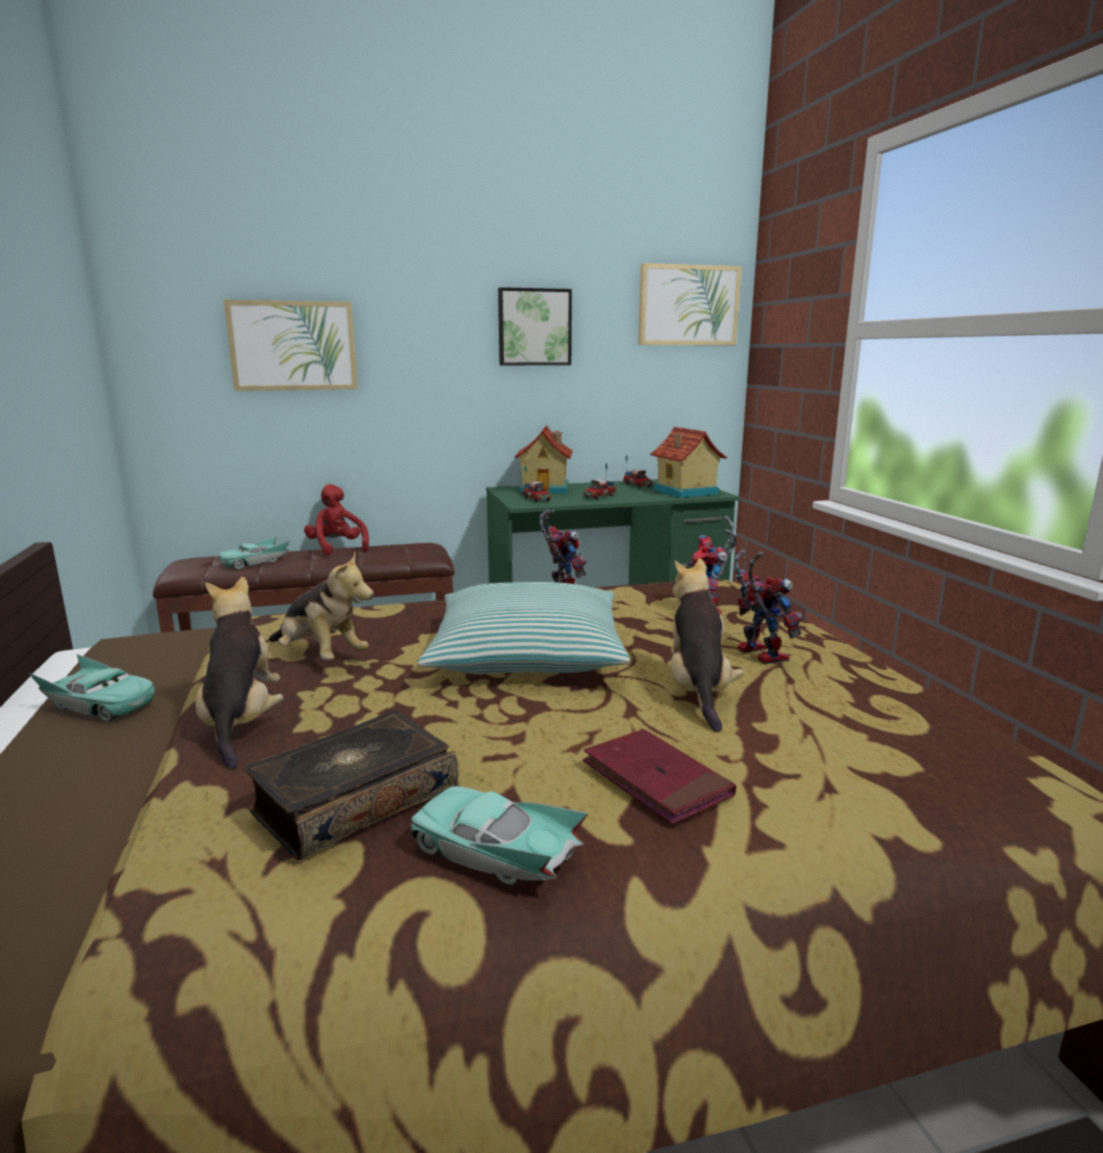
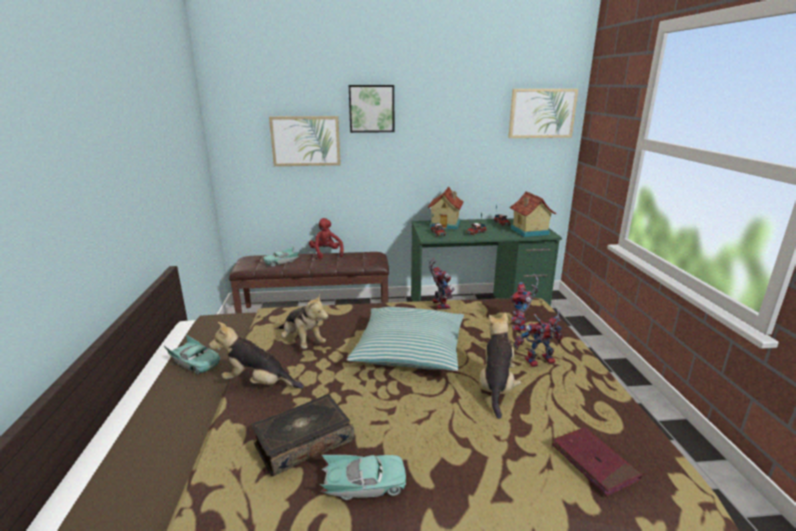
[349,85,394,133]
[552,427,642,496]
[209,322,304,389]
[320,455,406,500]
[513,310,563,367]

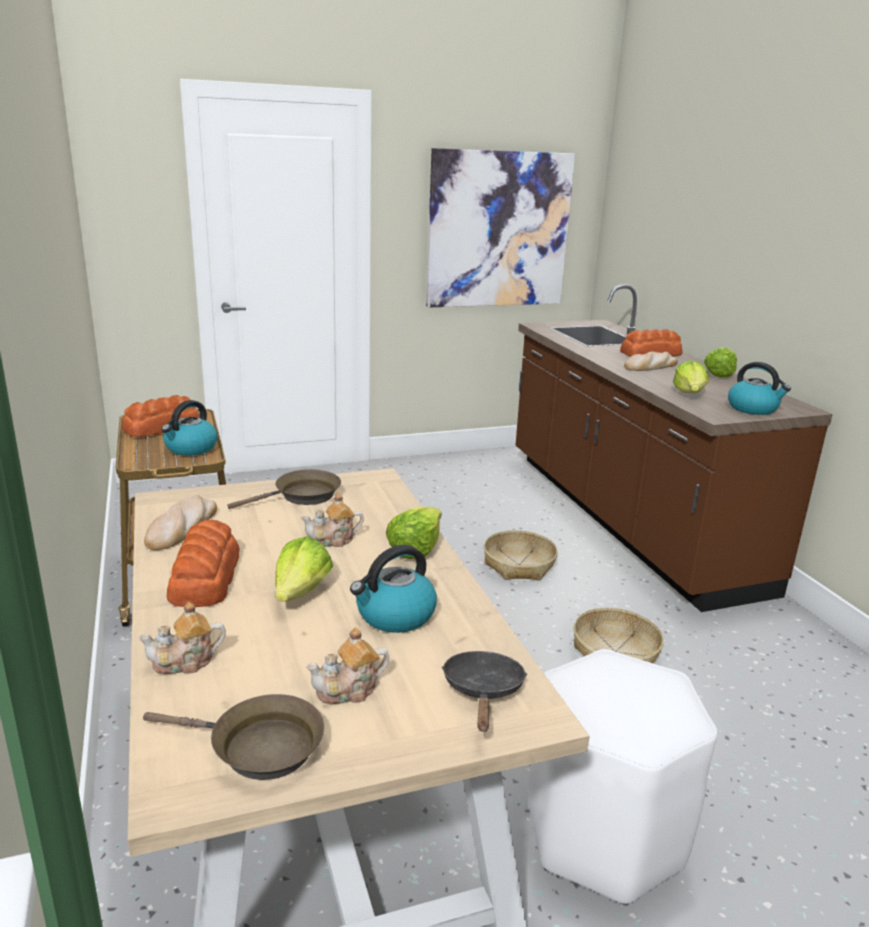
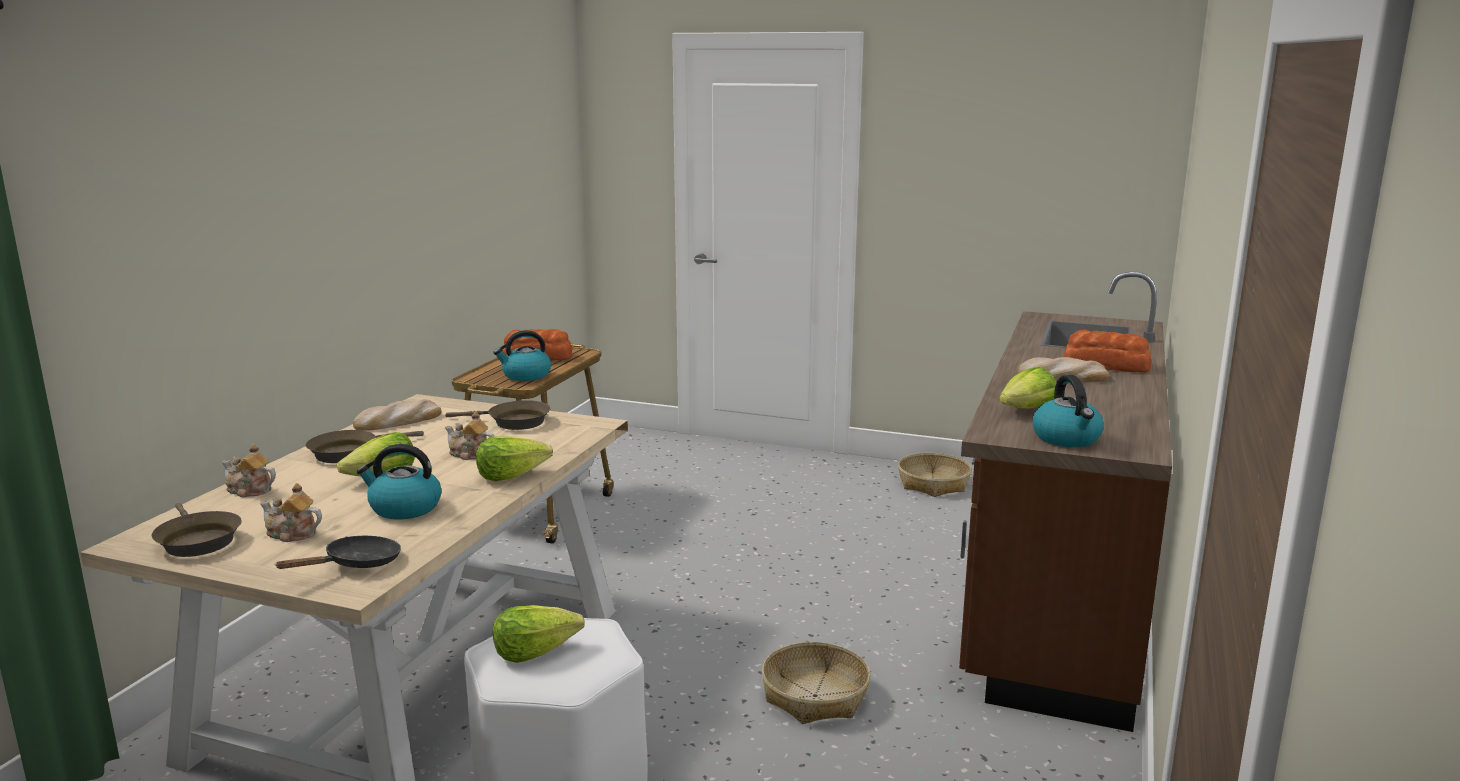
[426,148,575,308] (first image)
[898,453,972,497]
[493,605,585,663]
[305,430,424,463]

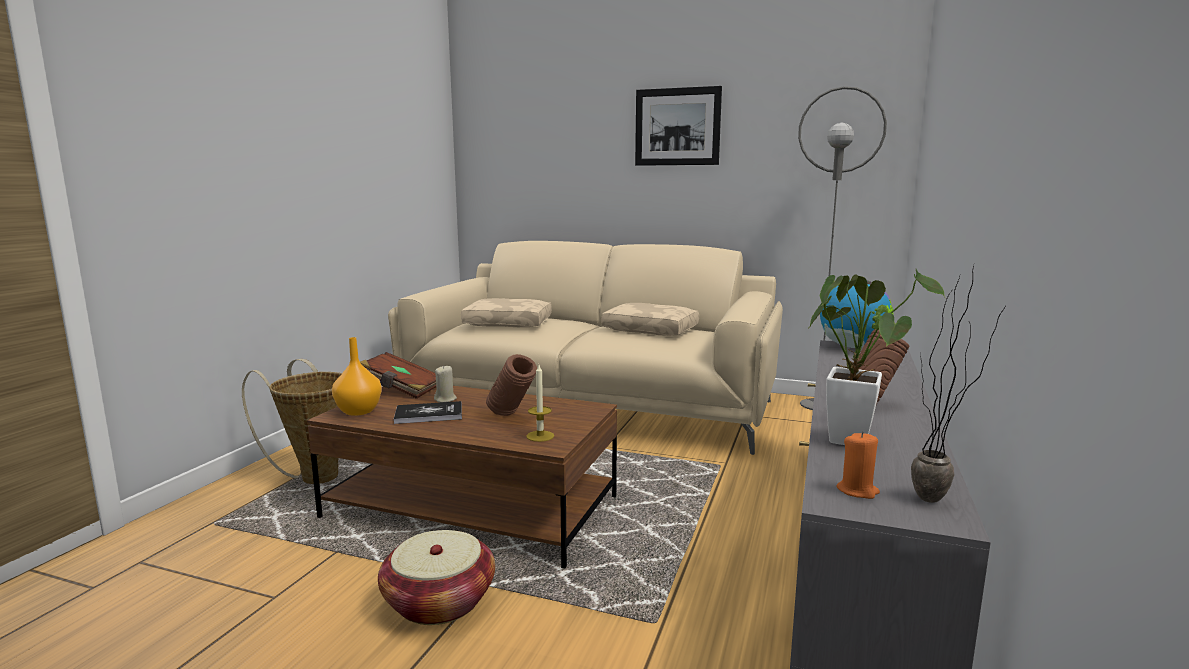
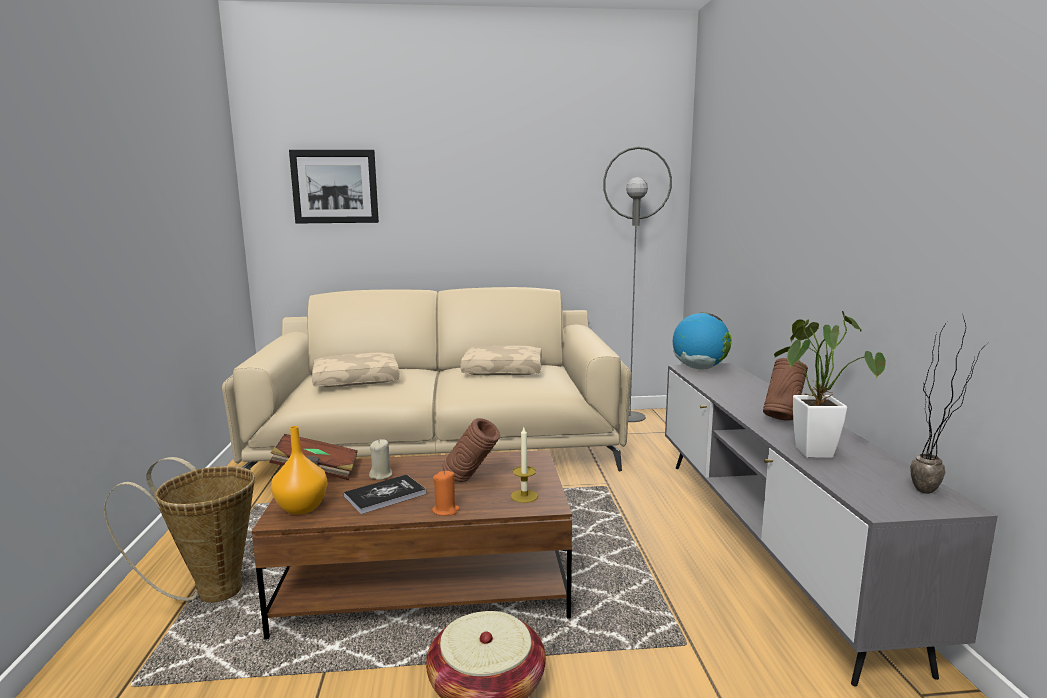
[289,150,379,224]
[432,470,460,516]

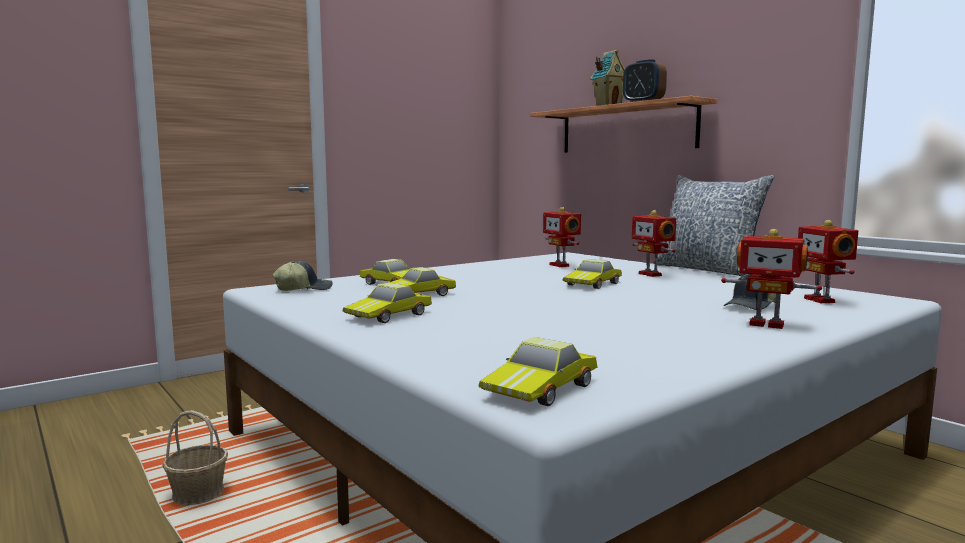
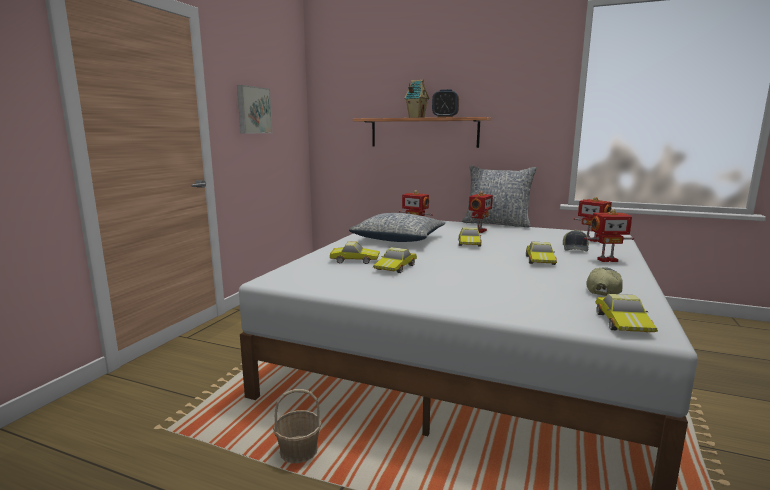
[237,85,272,133]
[349,213,446,242]
[586,267,623,296]
[526,242,557,265]
[469,191,493,233]

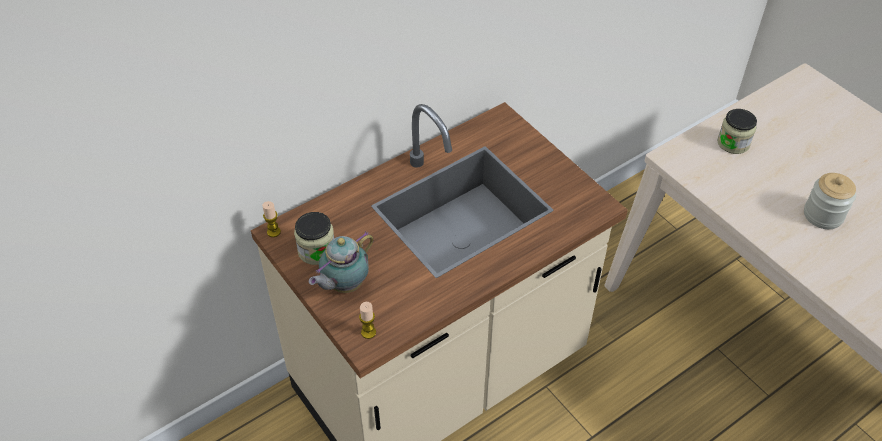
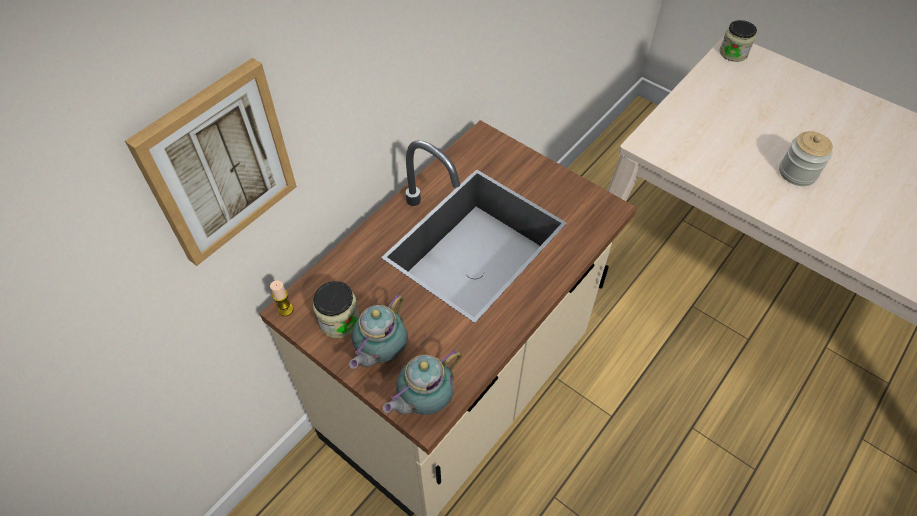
[125,58,297,266]
[719,20,757,62]
[383,349,462,415]

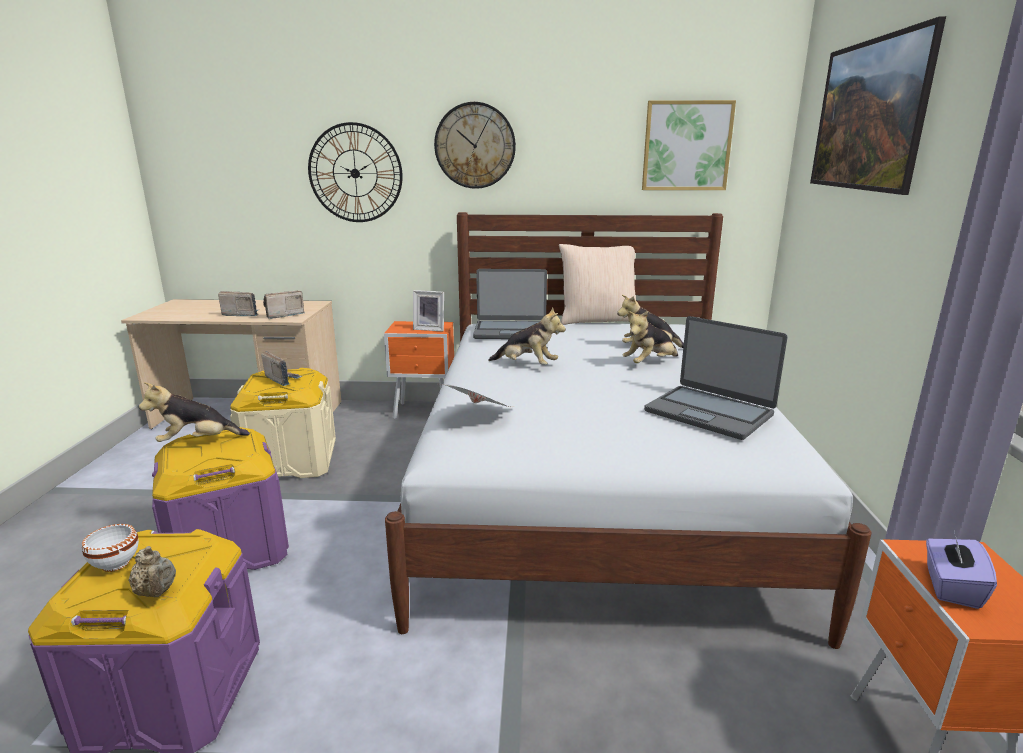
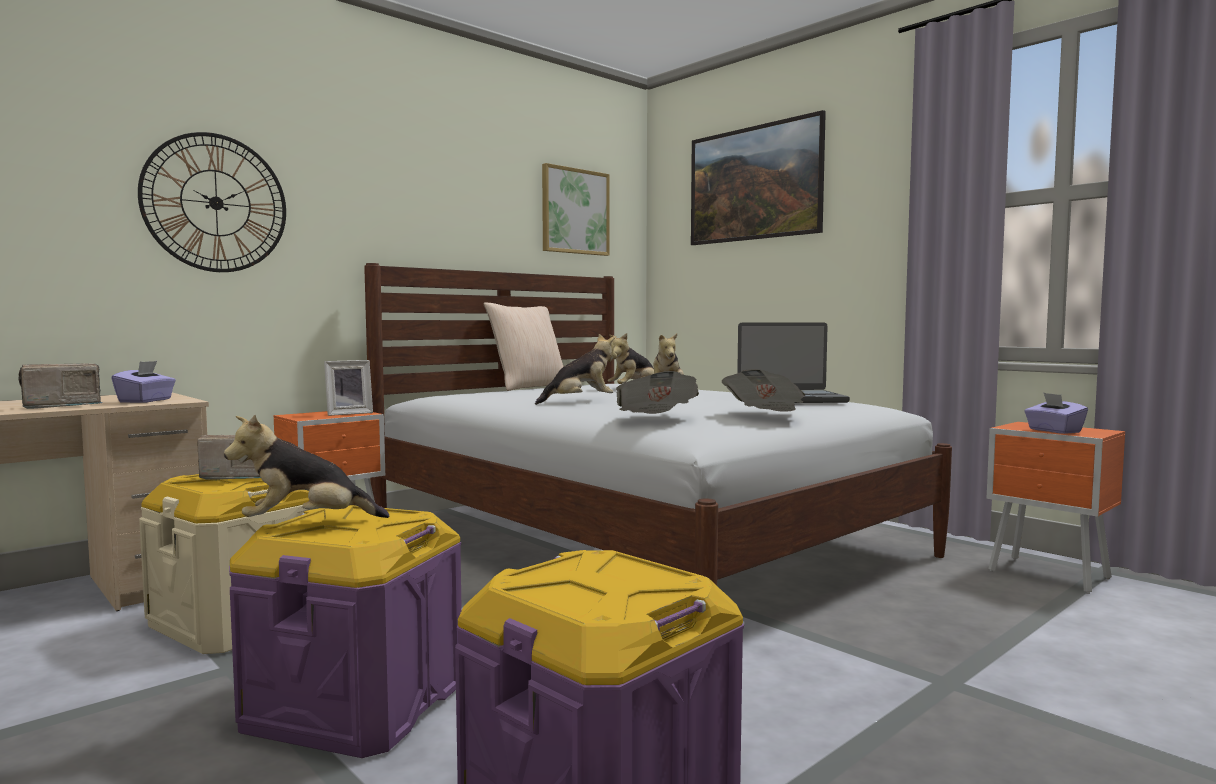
[82,524,139,572] (first image)
[128,546,176,597] (first image)
[434,102,516,189] (first image)
[473,269,547,339] (first image)
[722,369,805,412]
[112,361,176,403]
[224,415,389,518]

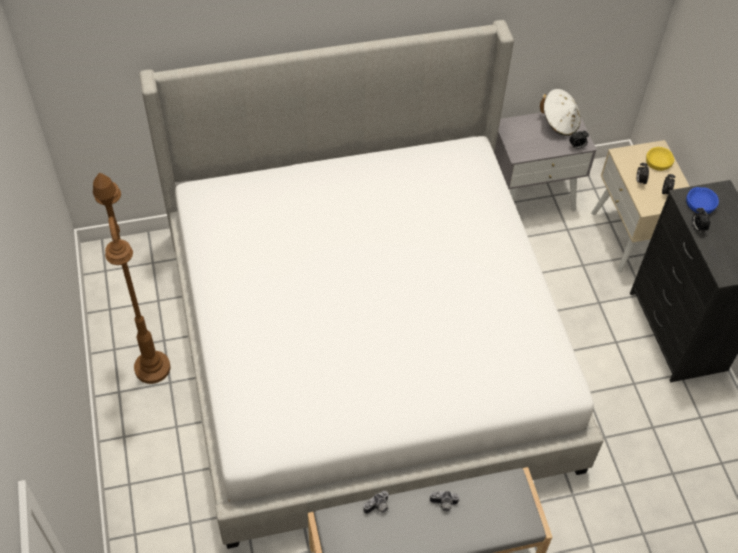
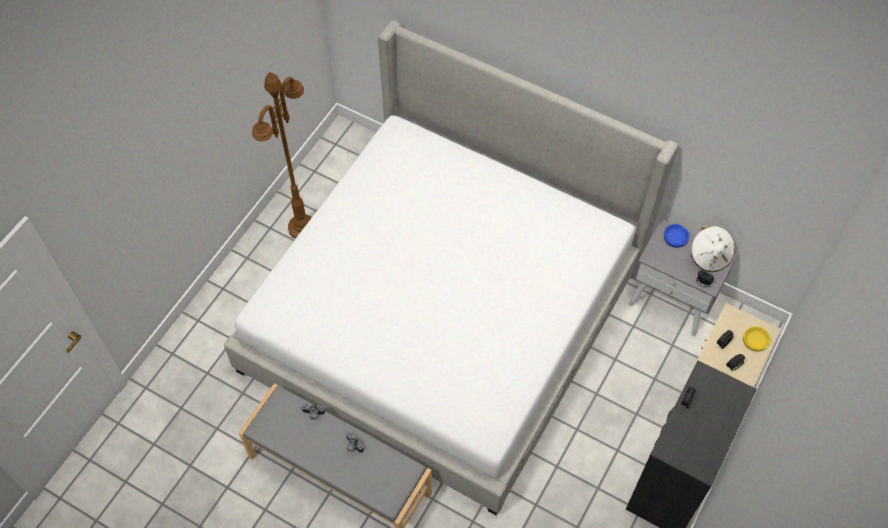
[664,224,689,248]

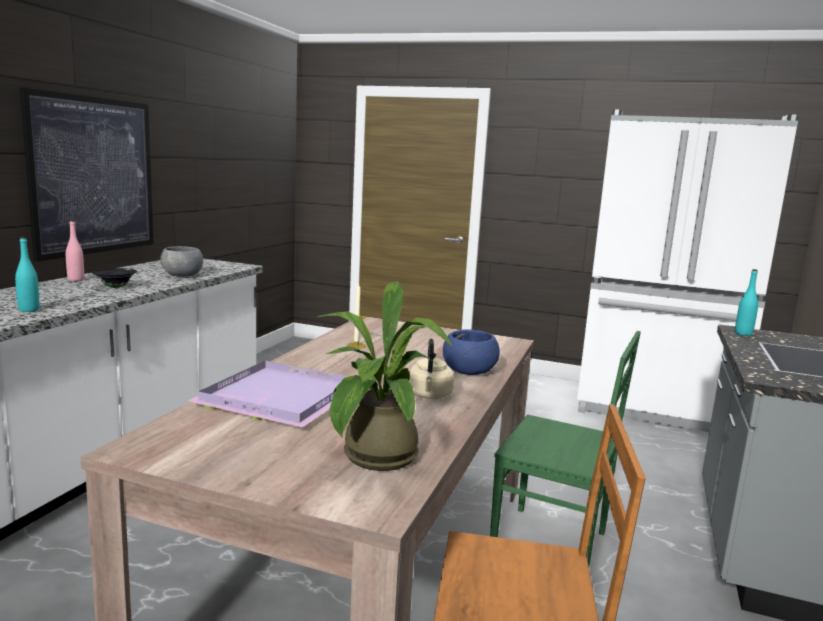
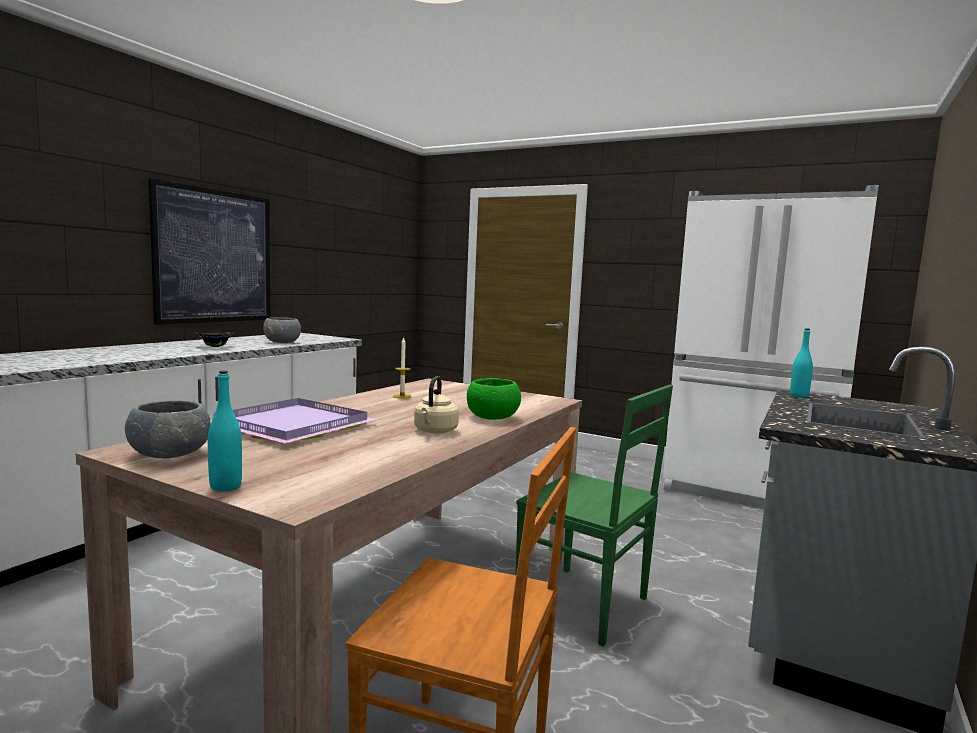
[66,220,84,281] (first image)
[317,281,452,471] (first image)
[125,401,211,458]
[208,371,242,491]
[467,378,521,420]

